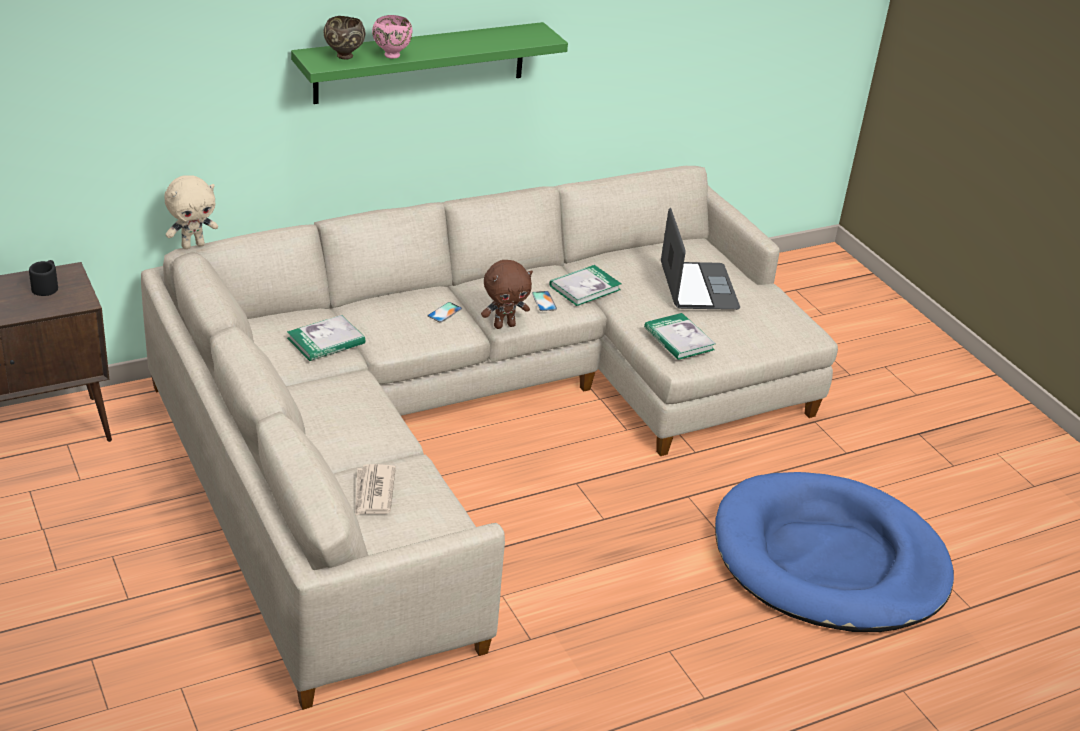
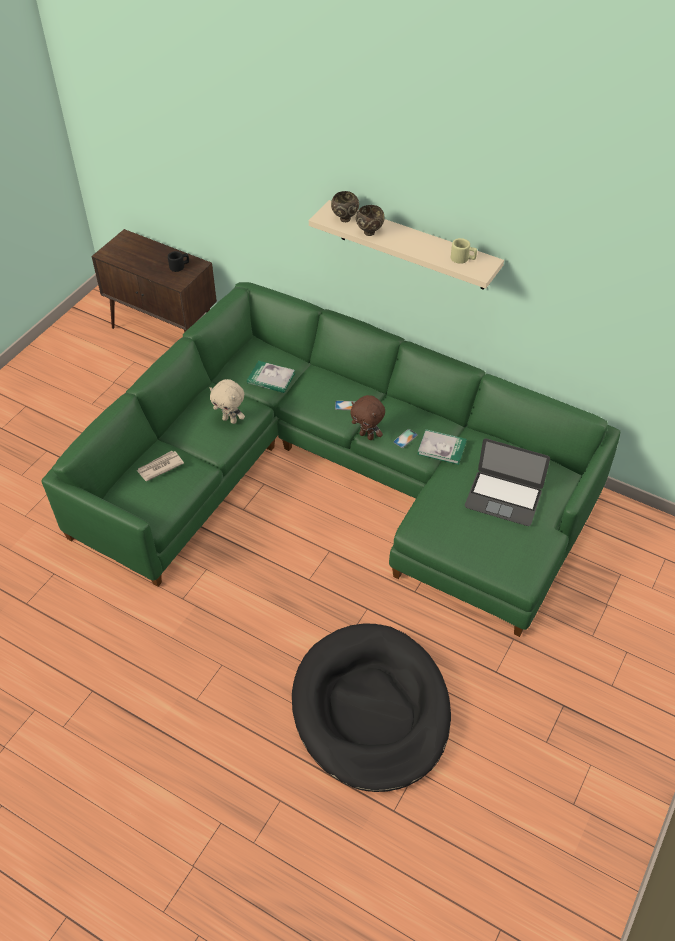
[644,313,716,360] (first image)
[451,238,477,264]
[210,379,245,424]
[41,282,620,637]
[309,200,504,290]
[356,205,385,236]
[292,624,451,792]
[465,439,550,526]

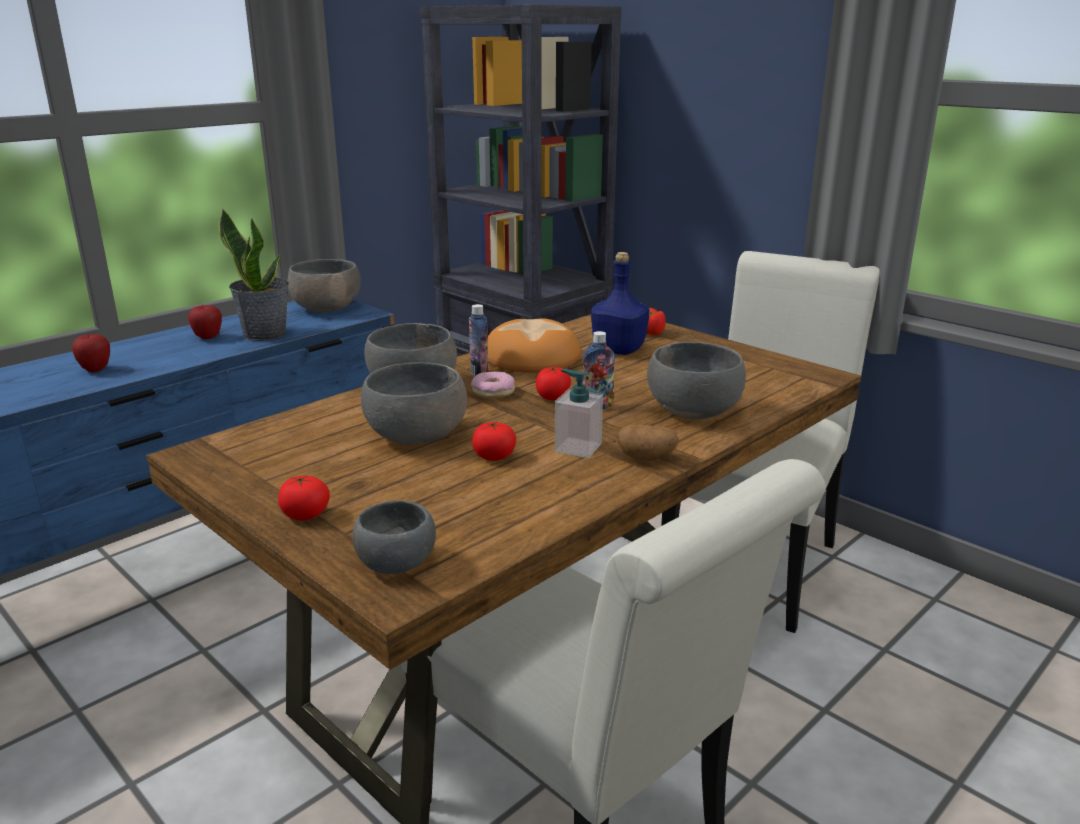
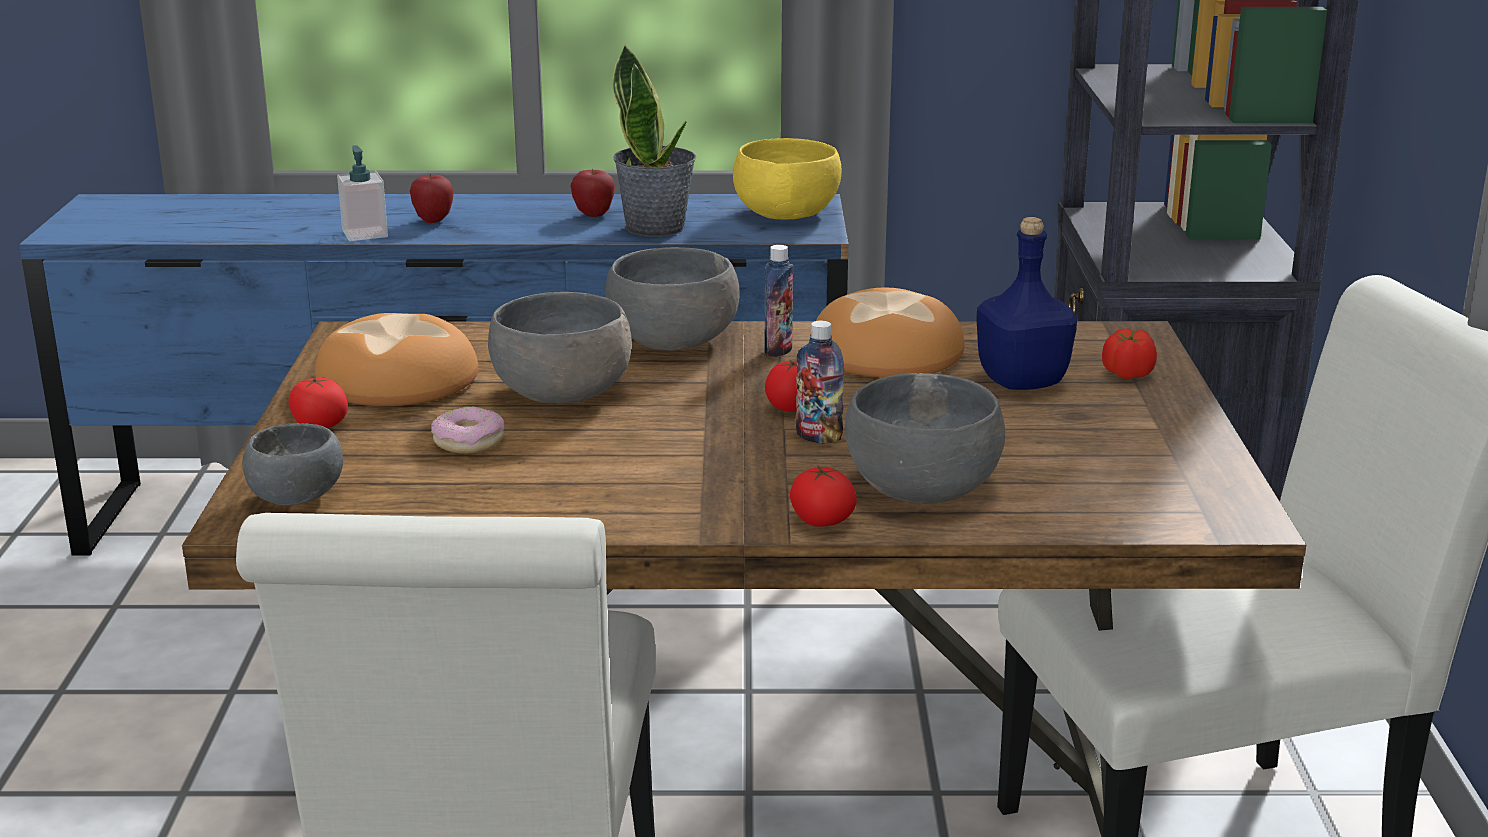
[617,425,679,461] (first image)
[315,313,478,406]
[431,406,504,454]
[790,466,857,527]
[337,145,388,241]
[733,138,842,219]

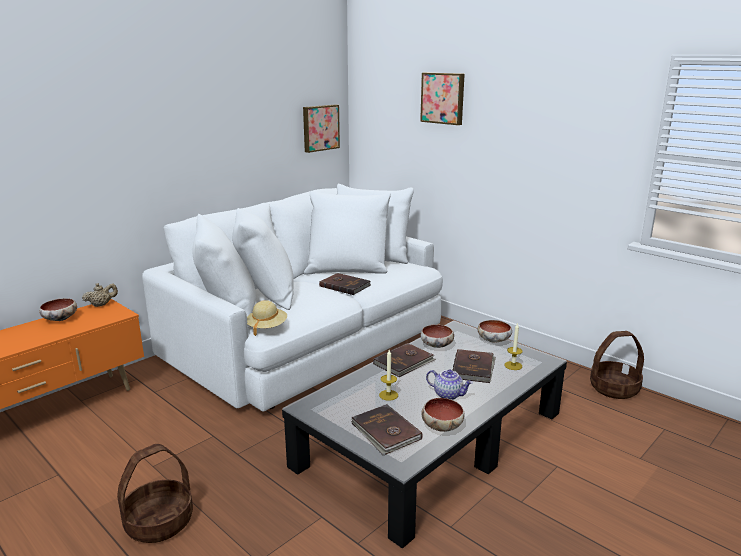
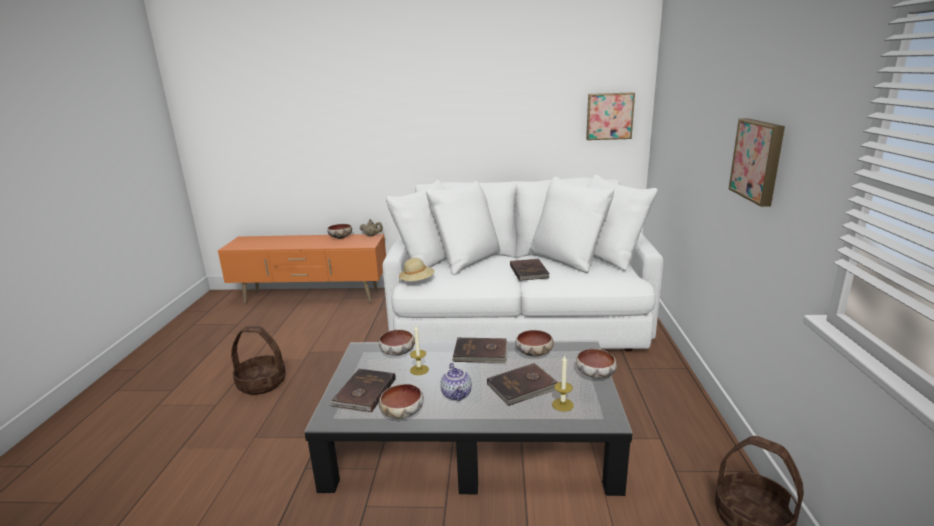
[379,330,415,356]
[729,118,785,207]

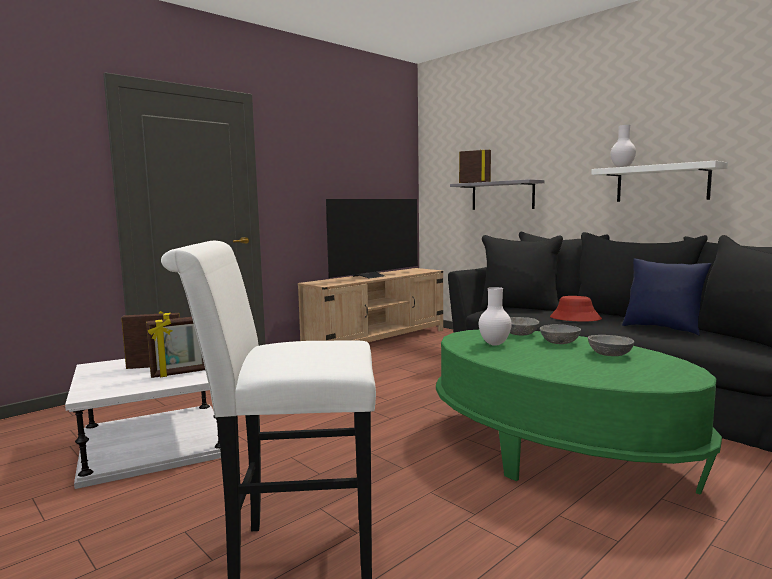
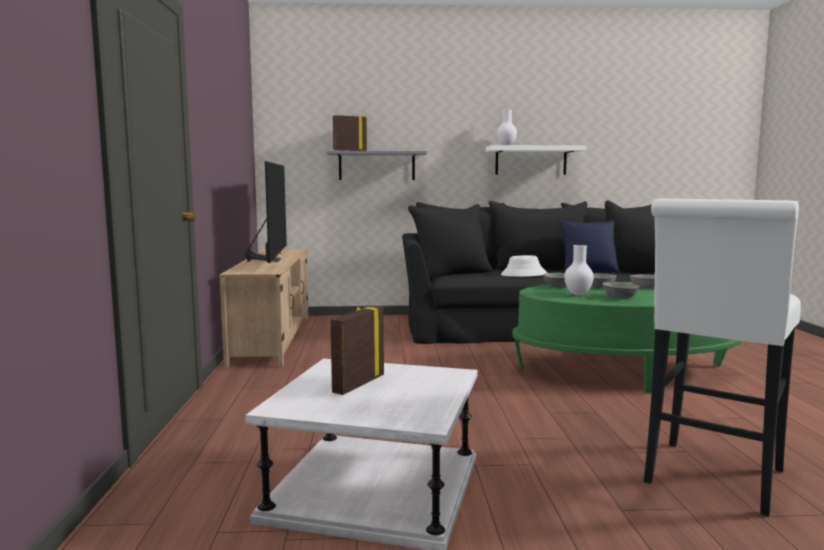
[146,317,205,378] (first image)
[603,282,639,298]
[501,255,547,277]

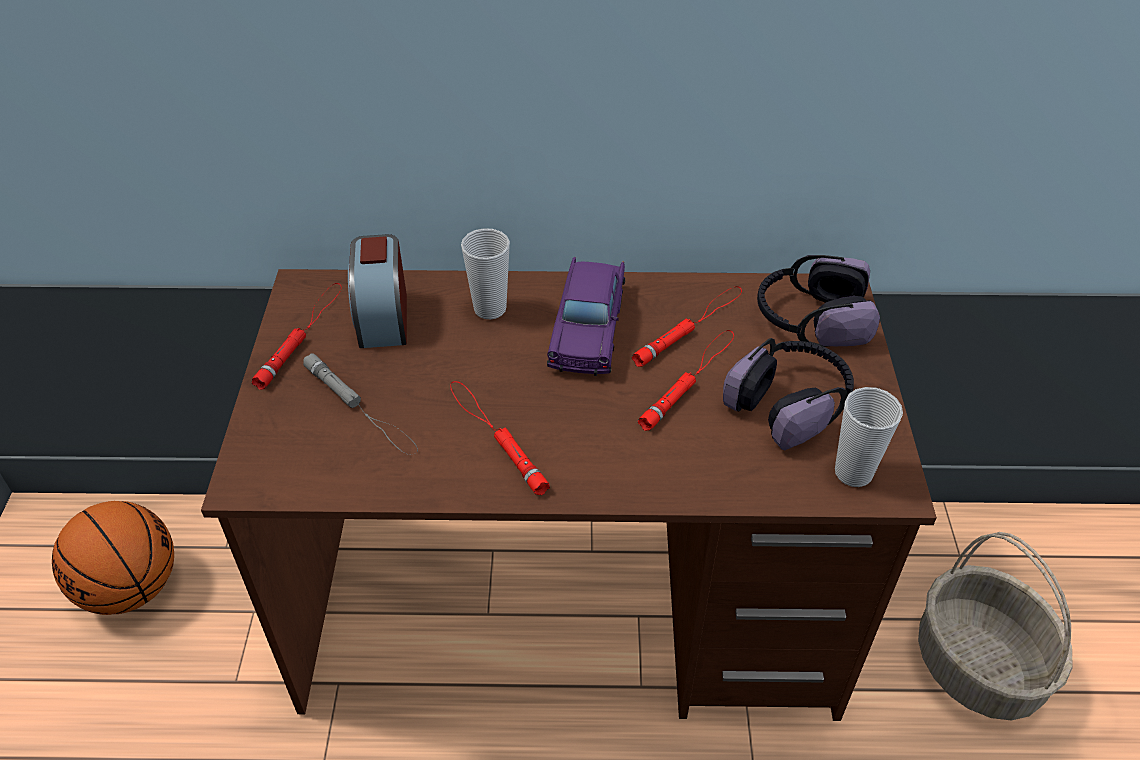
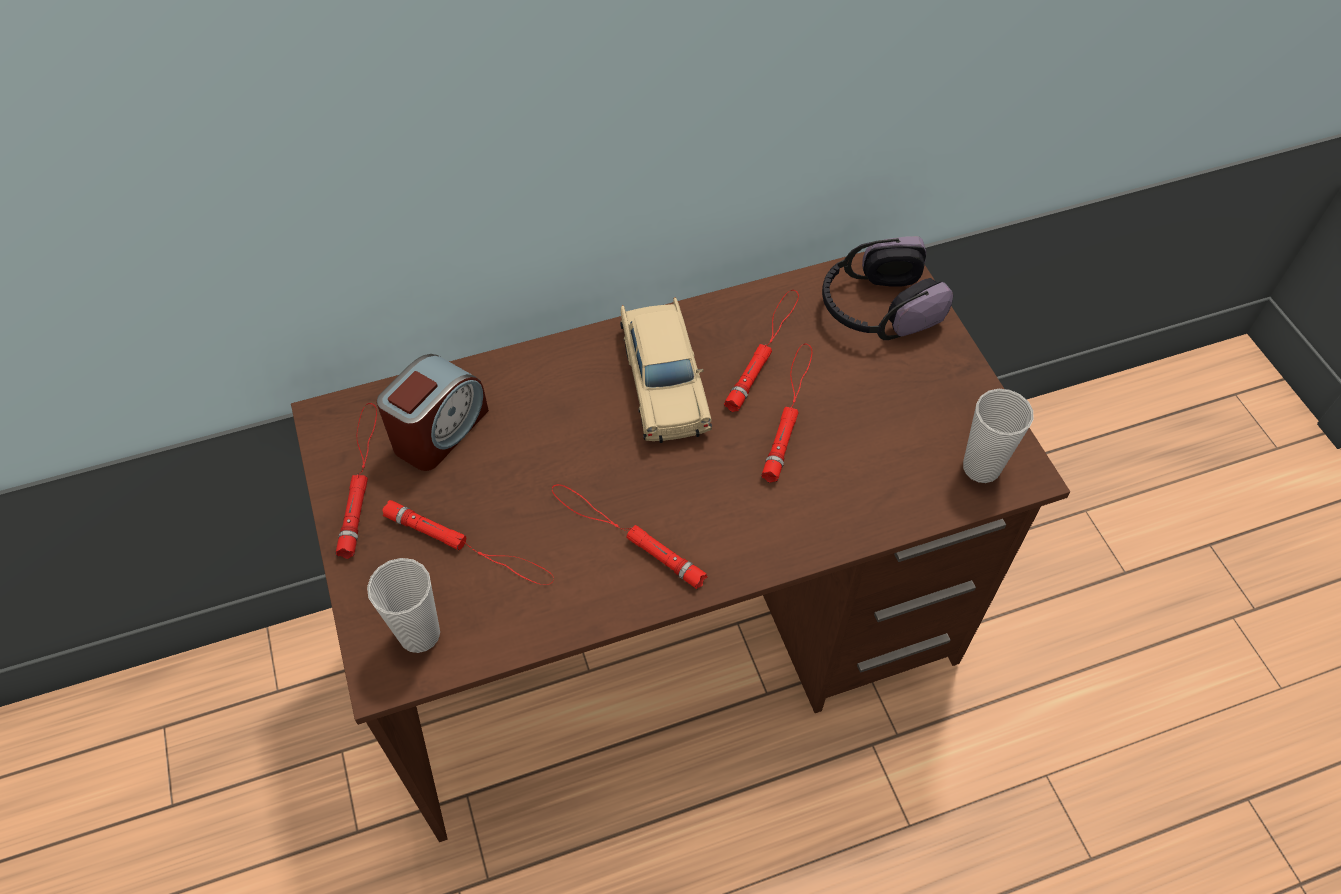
[52,501,174,615] (first image)
[723,338,854,450] (first image)
[918,532,1073,720] (first image)
[367,558,440,653]
[382,500,554,585]
[620,297,712,443]
[377,354,489,471]

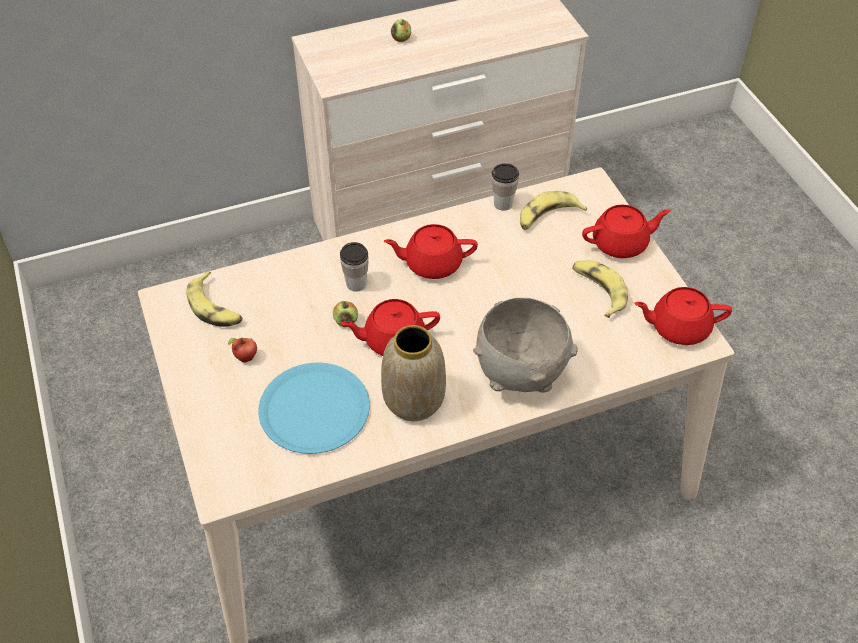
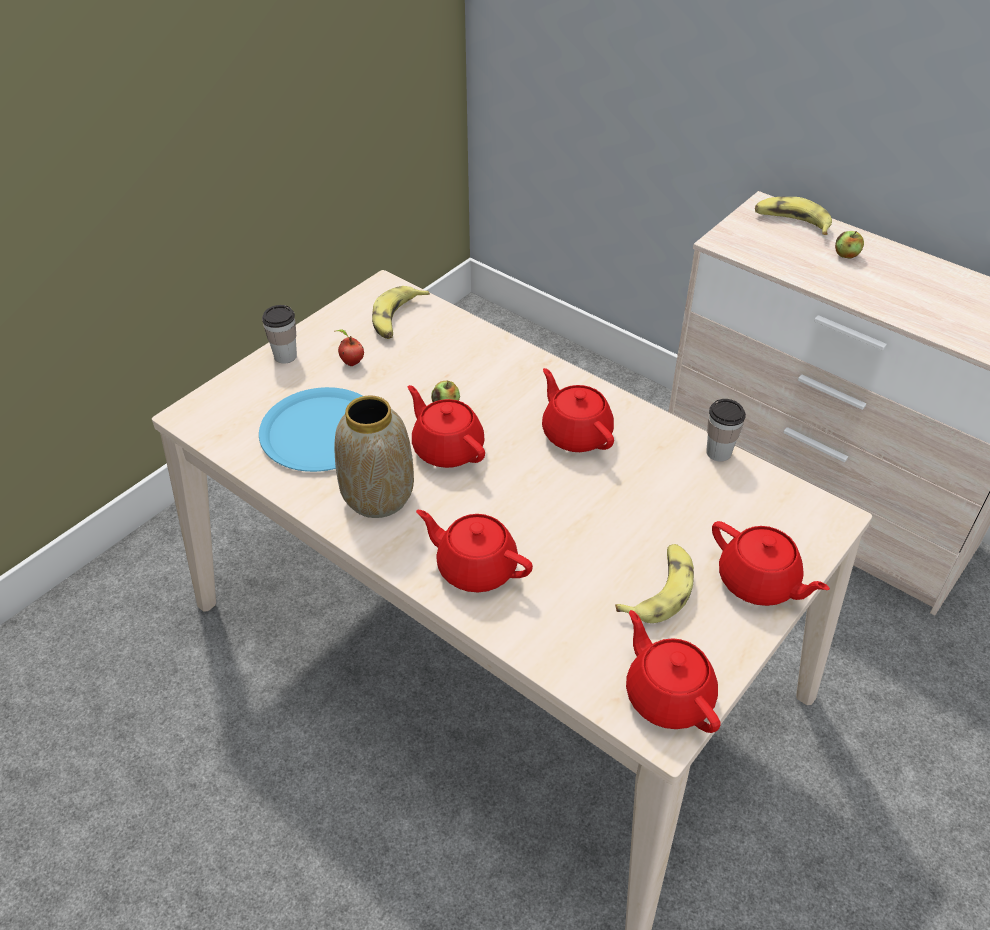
[262,305,297,364]
[755,197,832,235]
[416,510,533,593]

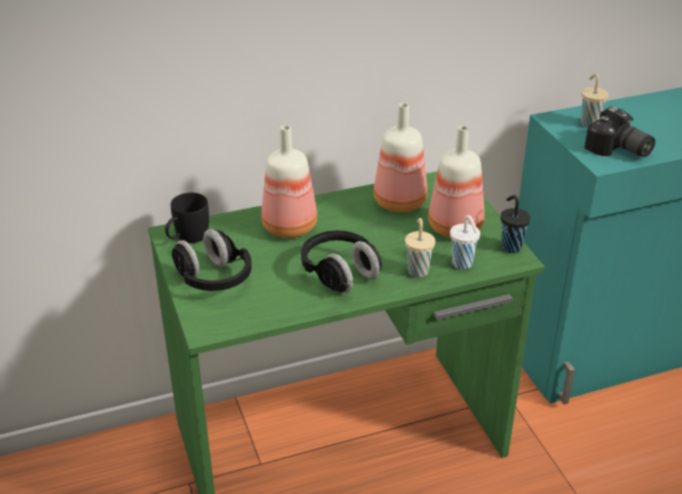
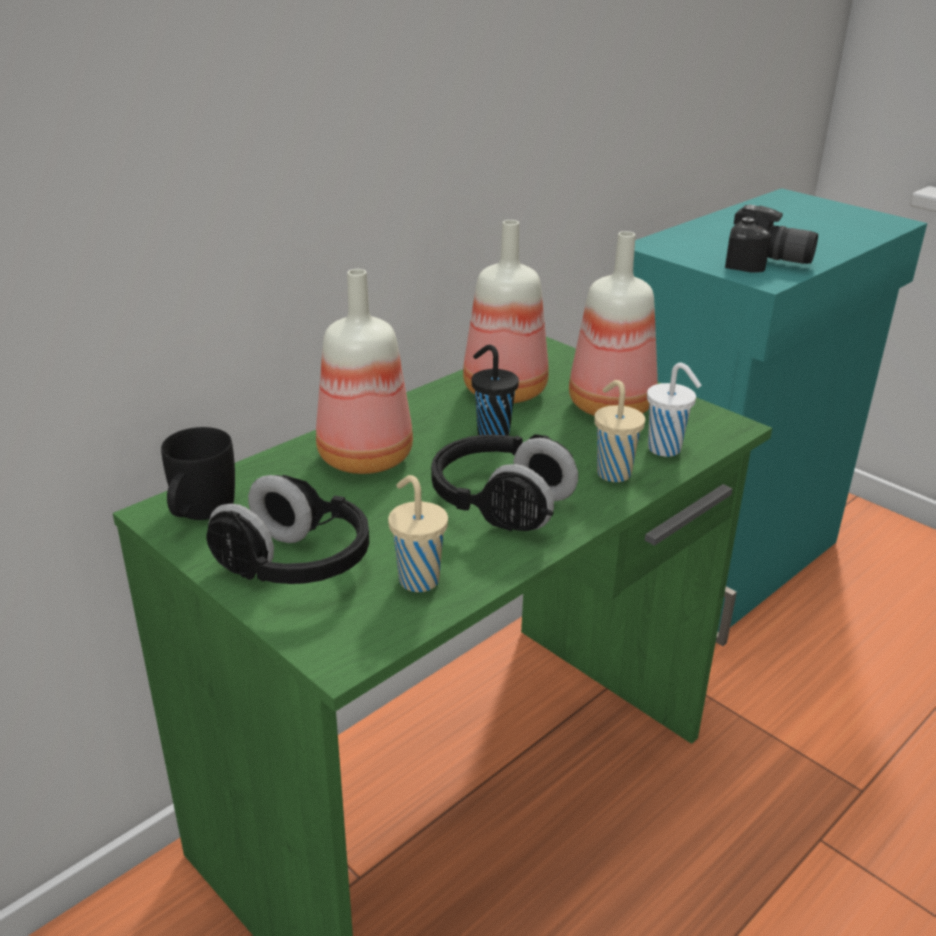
[471,345,519,436]
[388,475,448,592]

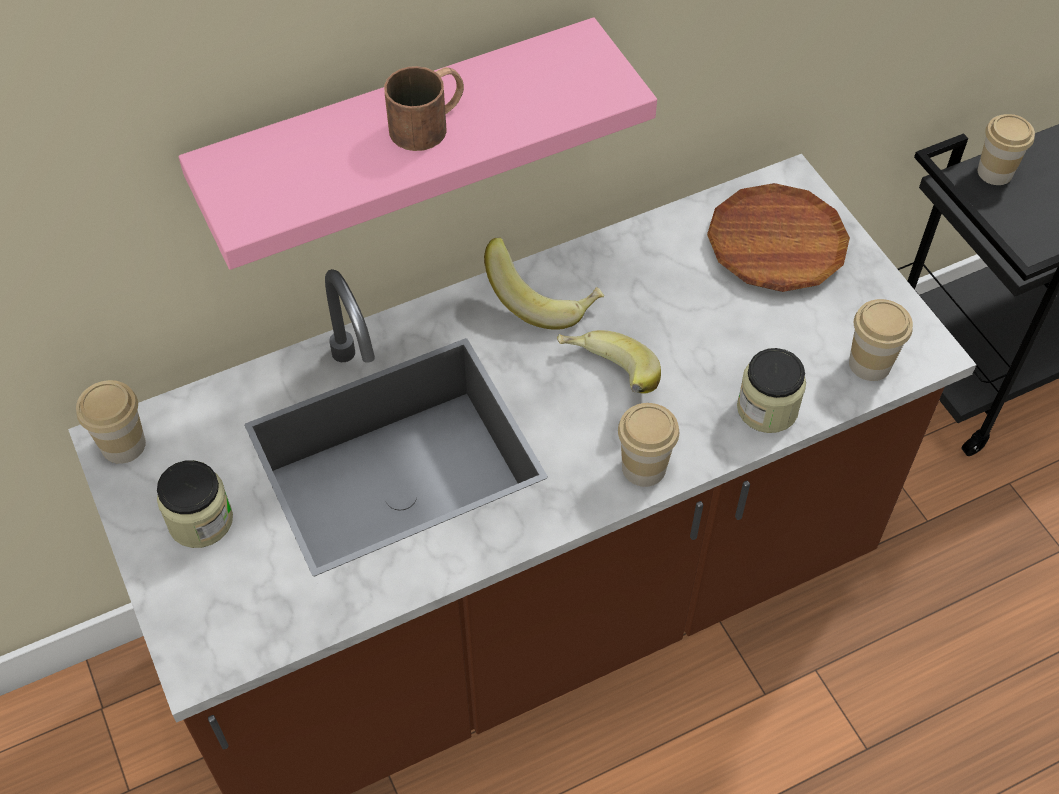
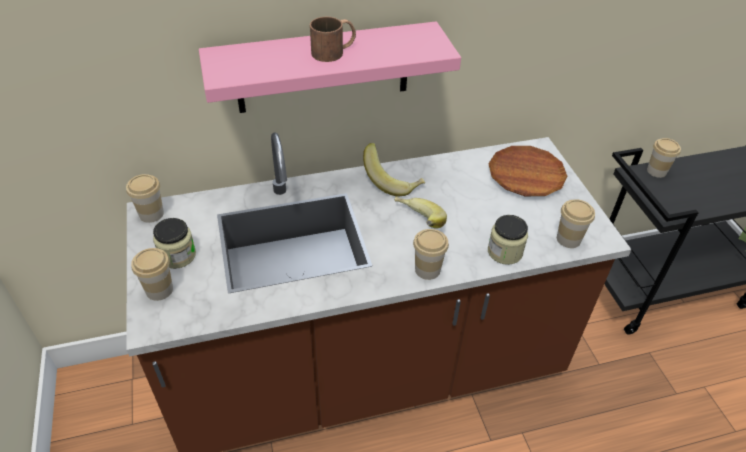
[131,248,173,301]

